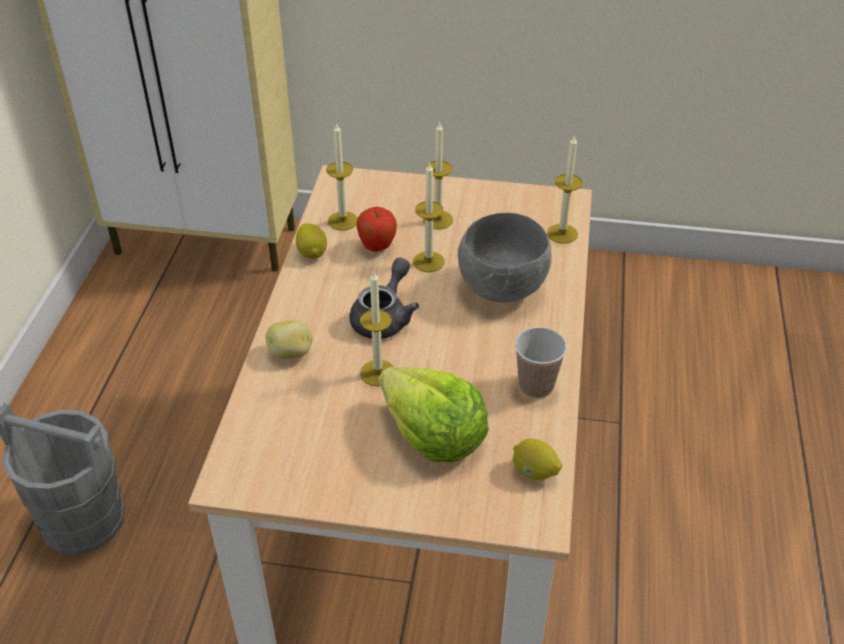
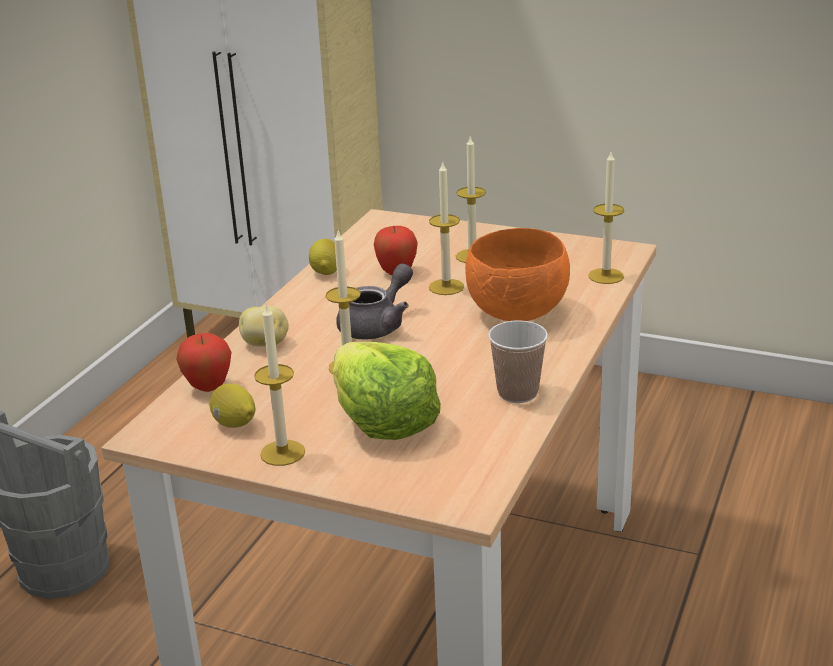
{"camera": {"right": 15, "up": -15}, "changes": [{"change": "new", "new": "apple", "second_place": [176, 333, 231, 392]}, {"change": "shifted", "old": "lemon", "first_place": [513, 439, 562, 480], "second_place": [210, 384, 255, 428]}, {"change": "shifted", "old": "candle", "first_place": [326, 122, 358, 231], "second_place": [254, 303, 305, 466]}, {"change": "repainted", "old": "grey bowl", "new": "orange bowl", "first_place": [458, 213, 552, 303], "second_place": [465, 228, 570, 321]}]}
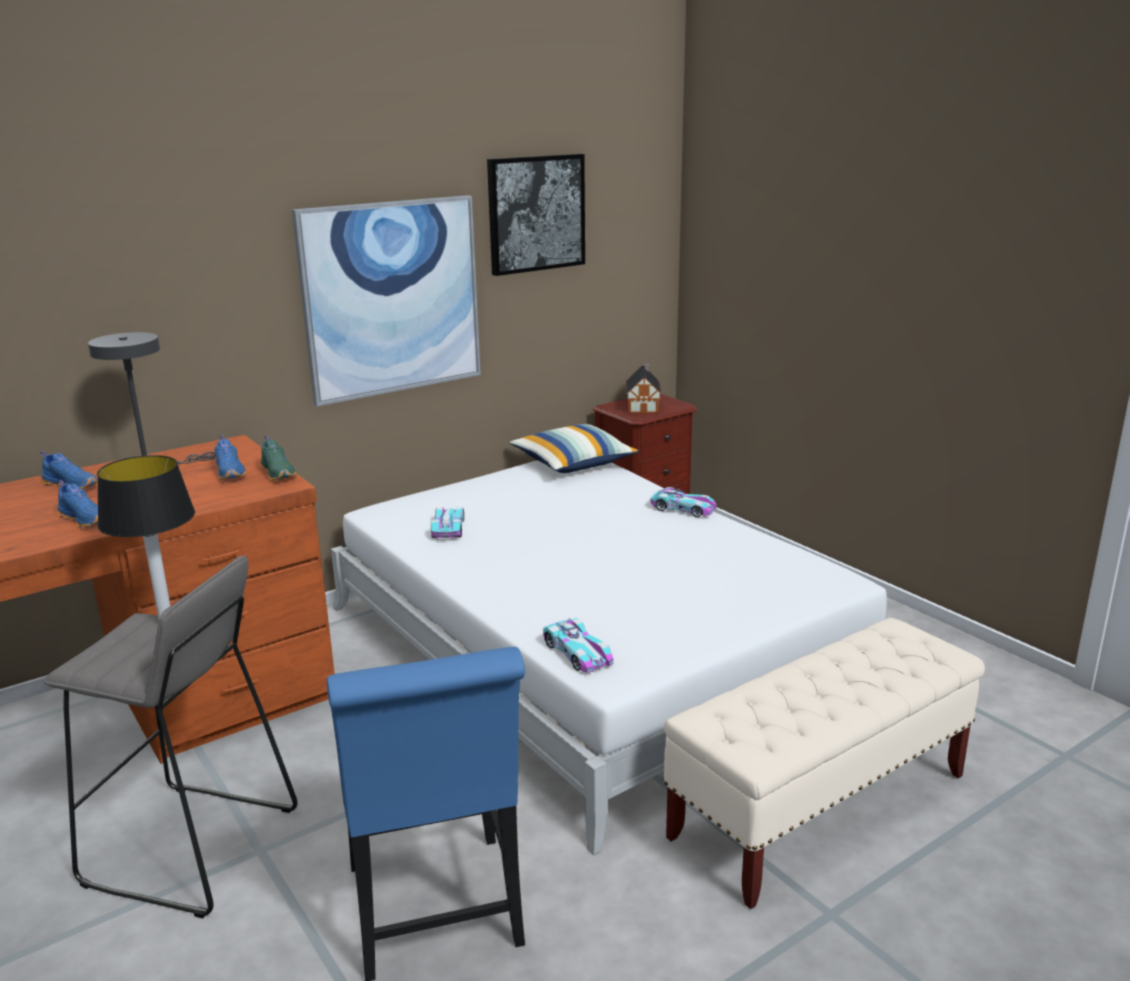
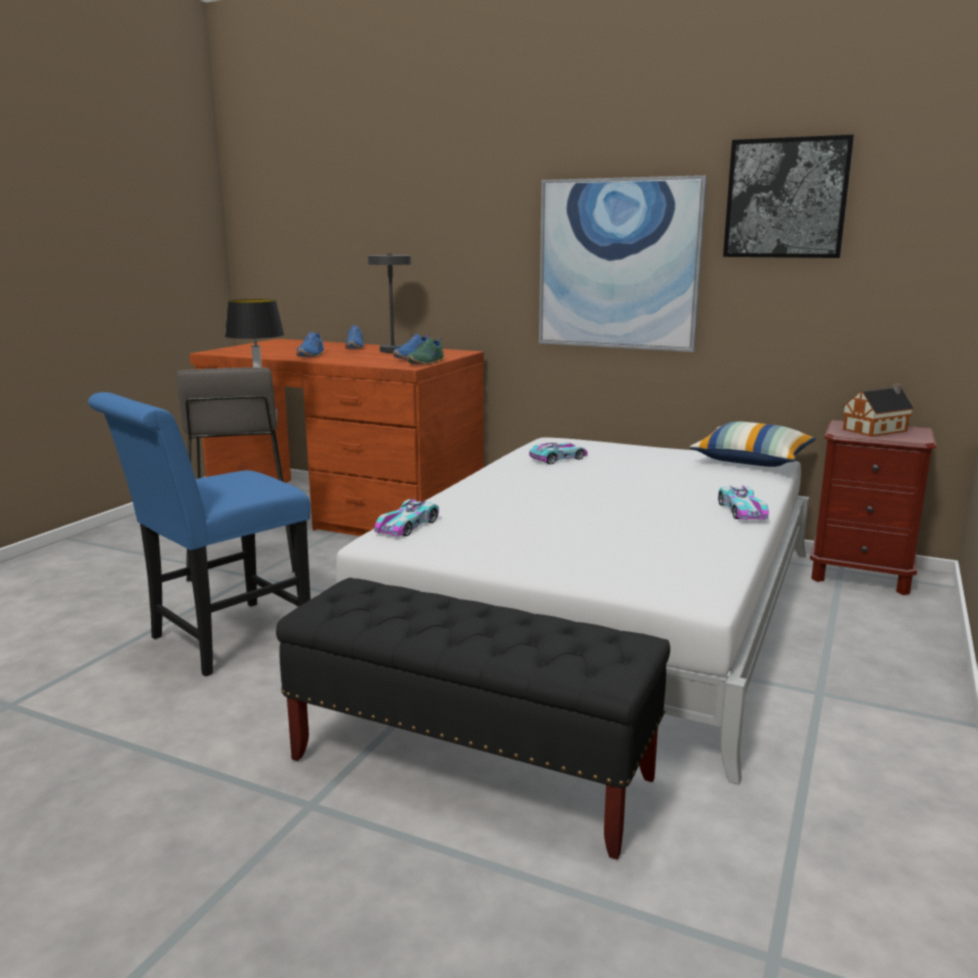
{"camera": {"right": 60, "up": -5}, "changes": [{"change": "repainted", "old": "beige bench", "new": "black bench", "first_place": [663, 618, 985, 909], "second_place": [276, 578, 670, 860]}]}
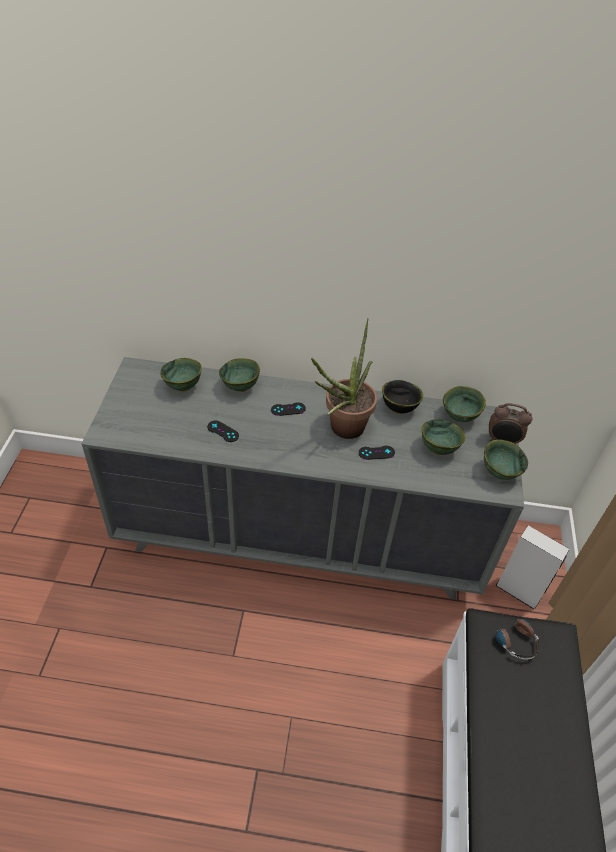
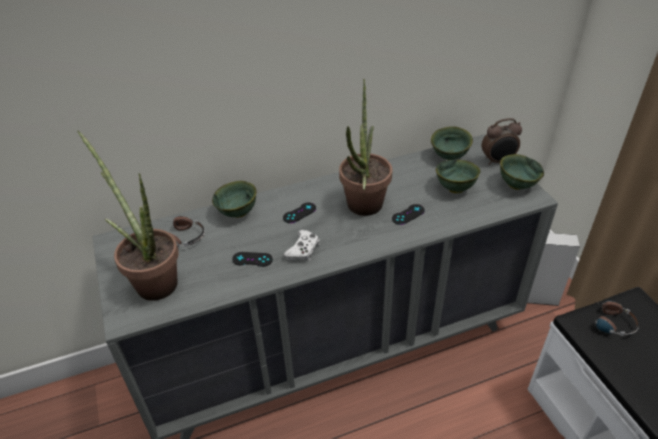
{"camera": {"right": -25, "up": -5}, "changes": [{"change": "new", "new": "potted plant", "second_place": [77, 130, 179, 301]}, {"change": "swapped", "old": "green bowl", "new": "headphones", "first_place": [160, 358, 202, 391], "second_place": [157, 216, 205, 247]}, {"change": "new", "new": "white game controller", "second_place": [283, 230, 320, 261]}, {"change": "gone", "old": "black bowl", "first_place": [382, 380, 423, 414]}]}
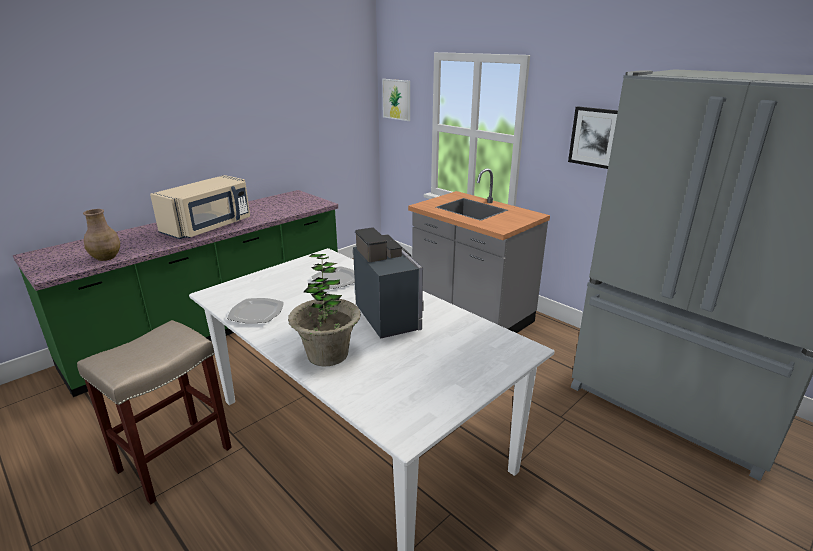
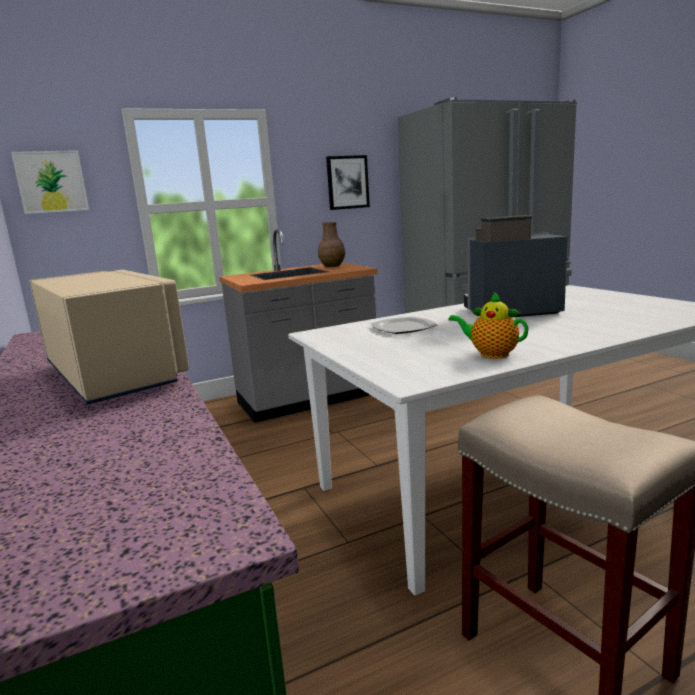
{"camera": {"right": -70, "up": -10}, "changes": [{"change": "shifted", "old": "brown vase", "first_place": [83, 209, 120, 261], "second_place": [318, 222, 345, 267]}, {"change": "swapped", "old": "plate", "new": "teapot", "first_place": [227, 298, 284, 323], "second_place": [448, 291, 528, 359]}, {"change": "gone", "old": "potted plant", "first_place": [288, 254, 361, 366]}]}
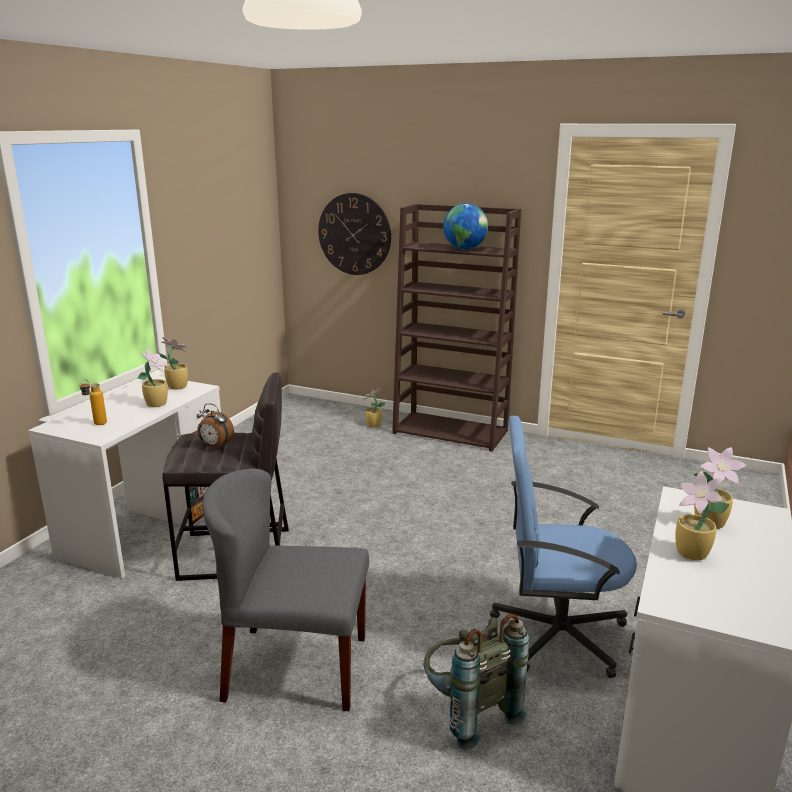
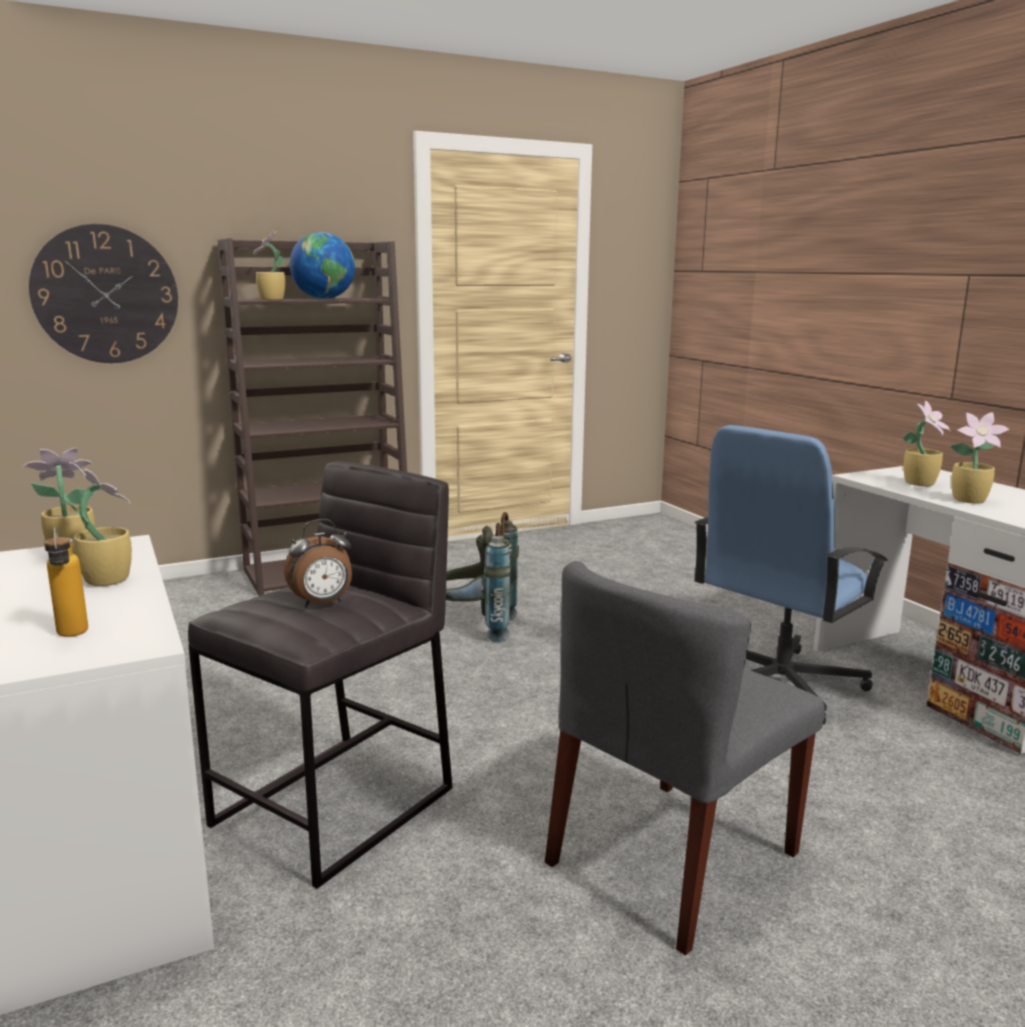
{"camera": {"right": -50, "up": -5}, "changes": [{"change": "shifted", "old": "potted plant", "first_place": [363, 388, 385, 427], "second_place": [253, 230, 285, 300]}, {"change": "shifted", "old": "grey backpack", "first_place": [423, 614, 529, 750], "second_place": [446, 512, 519, 643]}]}
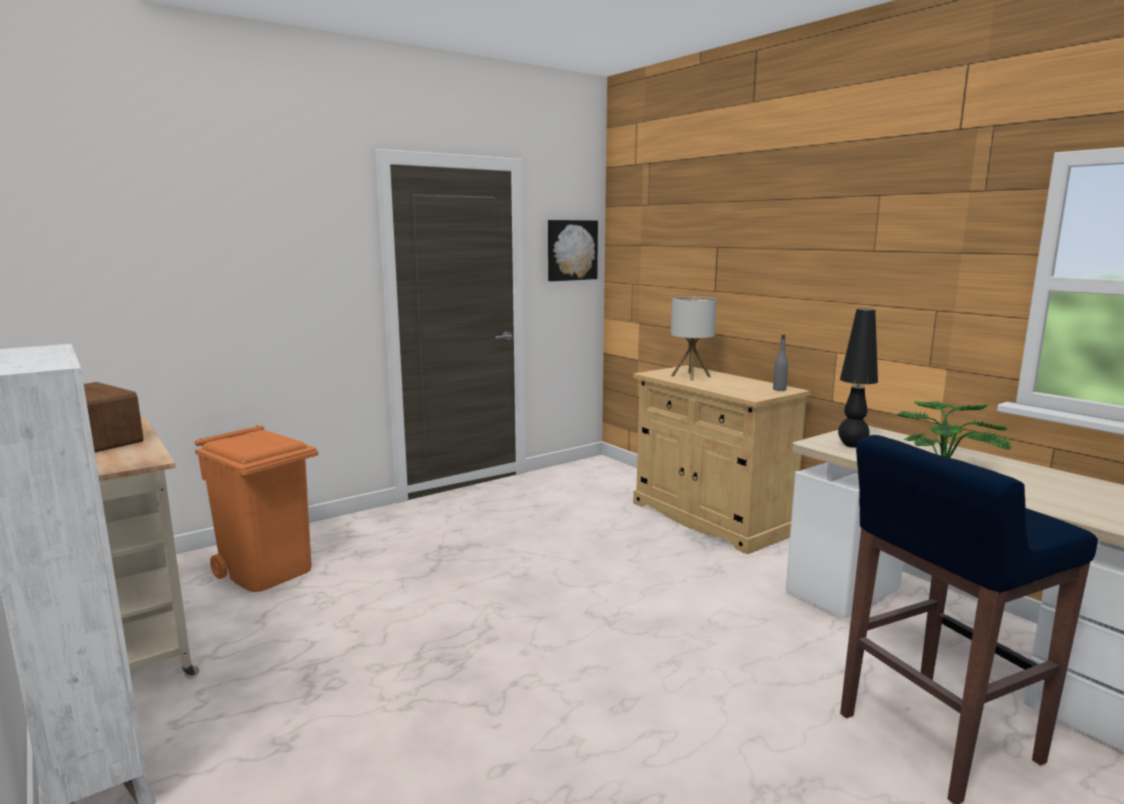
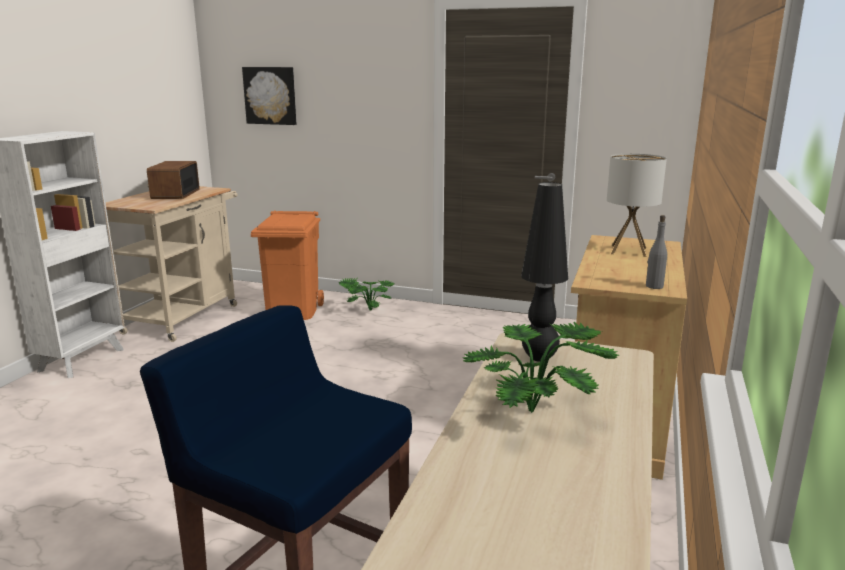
{"camera": {"right": 55, "up": 5}, "changes": [{"change": "shifted", "old": "picture", "first_place": [548, 220, 598, 281], "second_place": [242, 67, 296, 125]}, {"change": "new", "new": "potted plant", "second_place": [339, 278, 395, 311]}]}
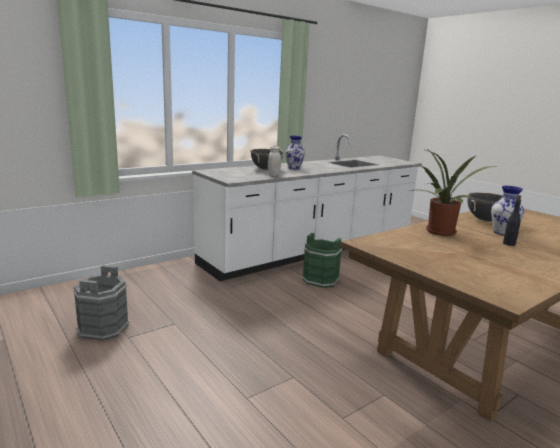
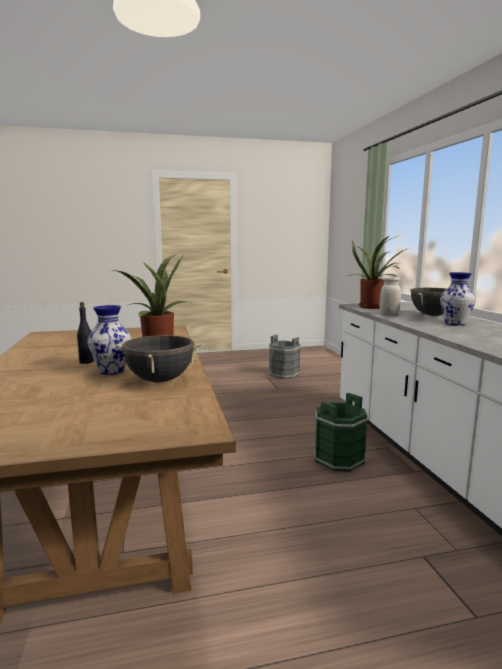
{"camera": {"right": 115, "up": -5}, "changes": [{"change": "new", "new": "potted plant", "second_place": [348, 236, 410, 309]}]}
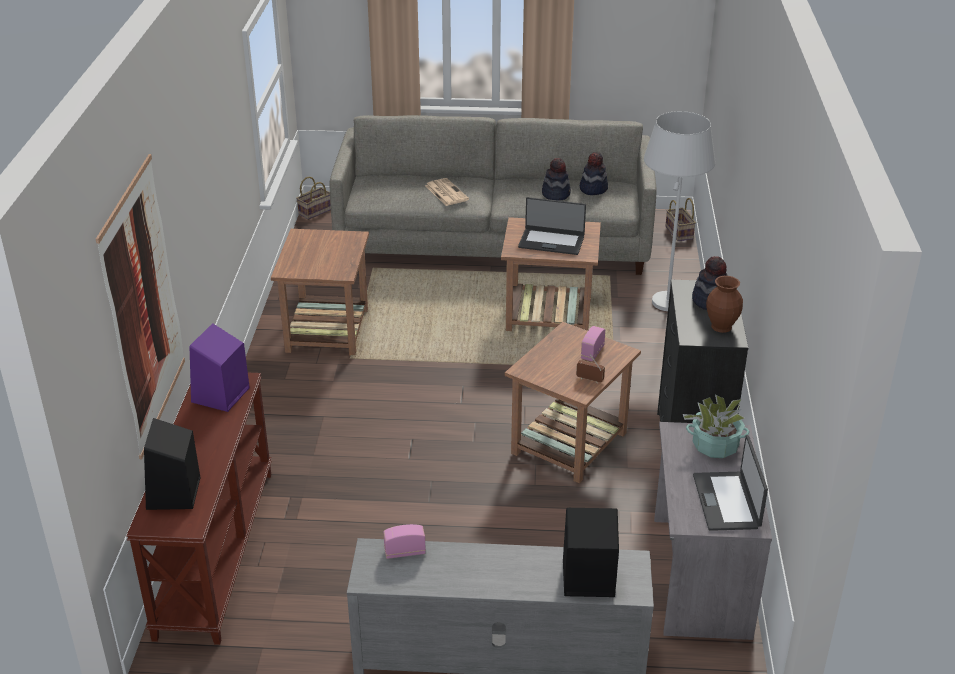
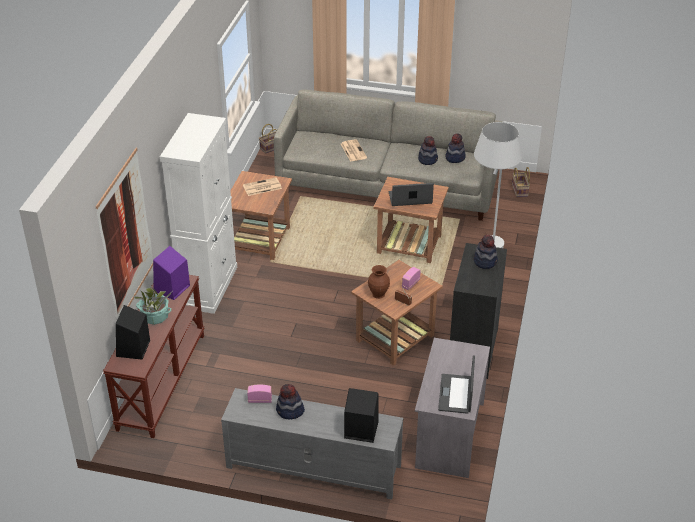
{"camera": {"right": 10, "up": 5}, "changes": [{"change": "shifted", "old": "potted plant", "first_place": [683, 395, 750, 458], "second_place": [134, 288, 172, 325]}, {"change": "new", "new": "white cabinet", "second_place": [160, 113, 237, 314]}, {"change": "new", "new": "newspaper", "second_place": [243, 177, 282, 196]}, {"change": "new", "new": "hat", "second_place": [276, 384, 305, 419]}, {"change": "shifted", "old": "brown vase", "first_place": [706, 276, 743, 333], "second_place": [368, 265, 390, 299]}, {"change": "rotated", "old": "laptop", "first_place": [518, 197, 586, 255], "second_place": [389, 183, 434, 206], "degrees": 150}]}
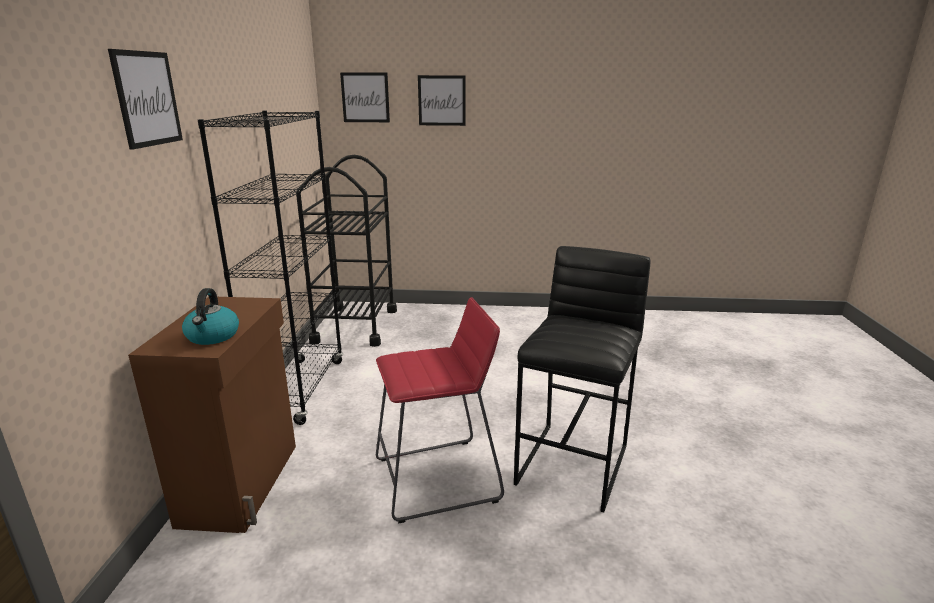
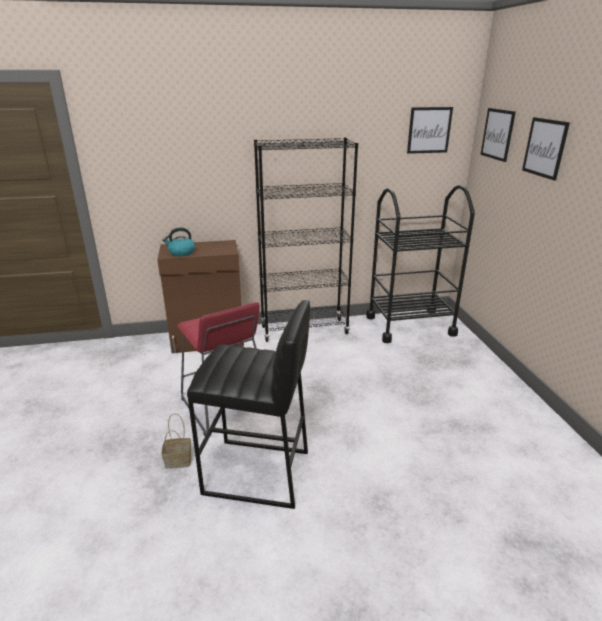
{"camera": {"right": 75, "up": 5}, "changes": [{"change": "new", "new": "basket", "second_place": [162, 413, 192, 469]}, {"change": "shifted", "old": "picture", "first_place": [108, 49, 183, 150], "second_place": [407, 107, 453, 154]}]}
